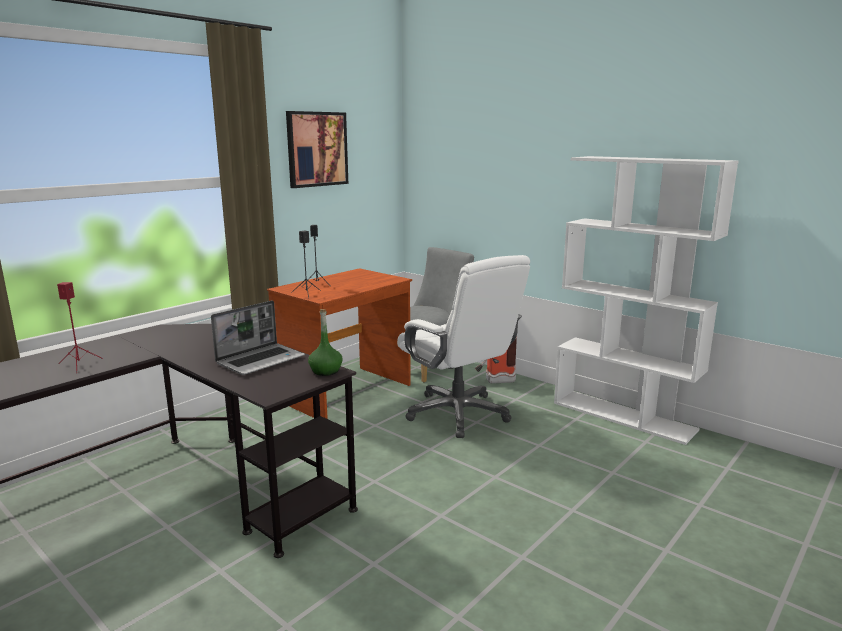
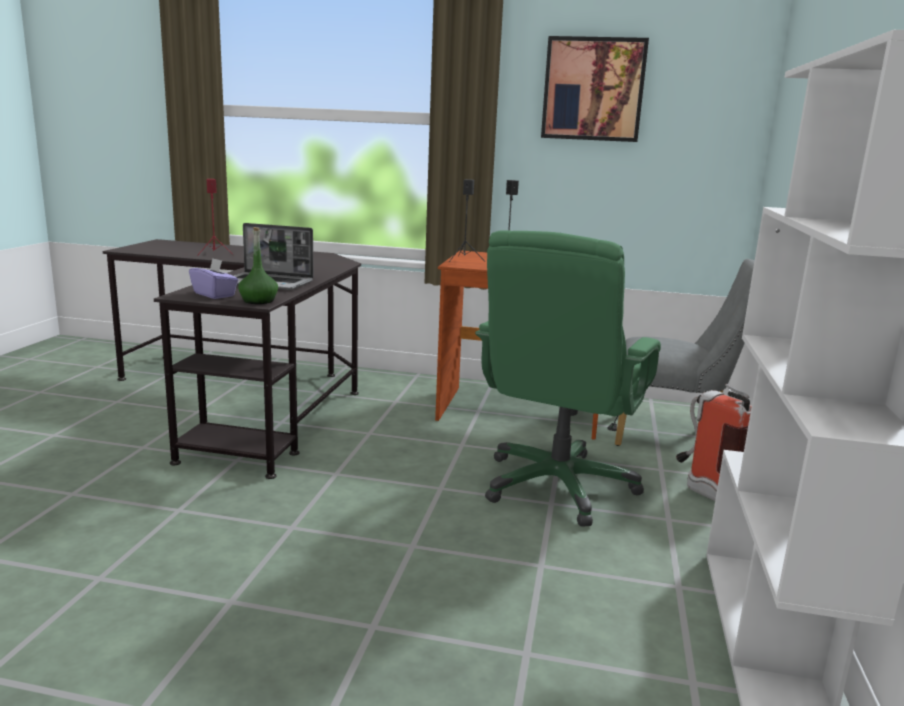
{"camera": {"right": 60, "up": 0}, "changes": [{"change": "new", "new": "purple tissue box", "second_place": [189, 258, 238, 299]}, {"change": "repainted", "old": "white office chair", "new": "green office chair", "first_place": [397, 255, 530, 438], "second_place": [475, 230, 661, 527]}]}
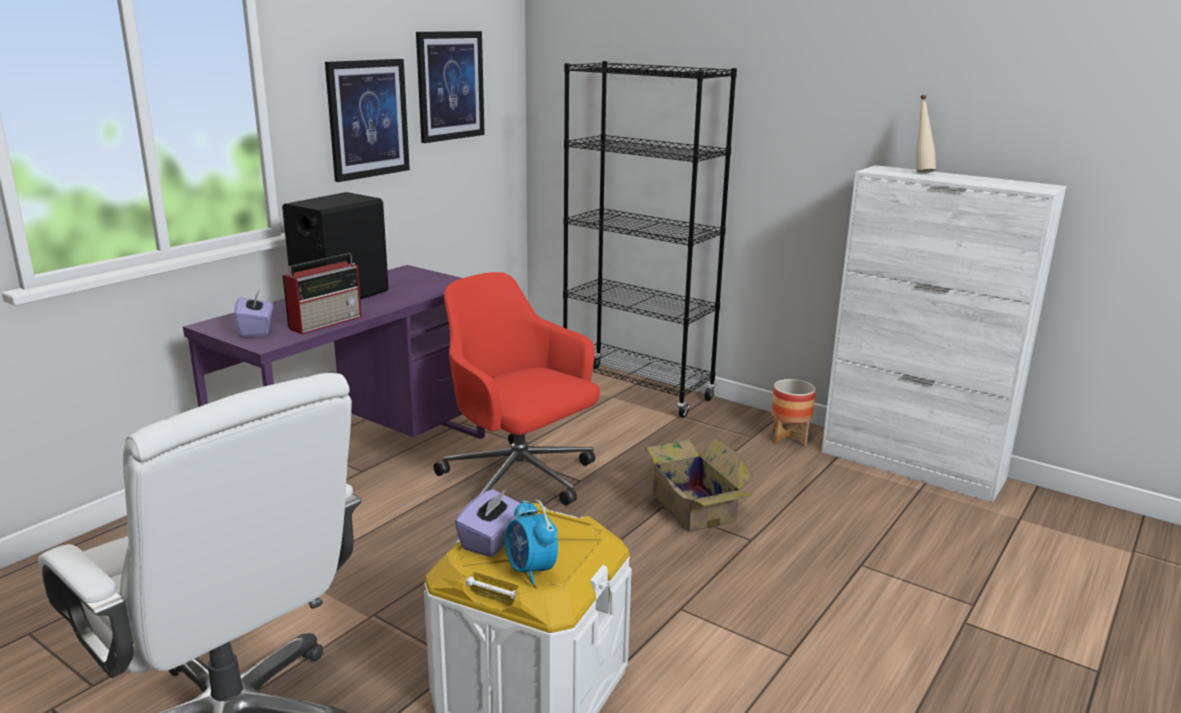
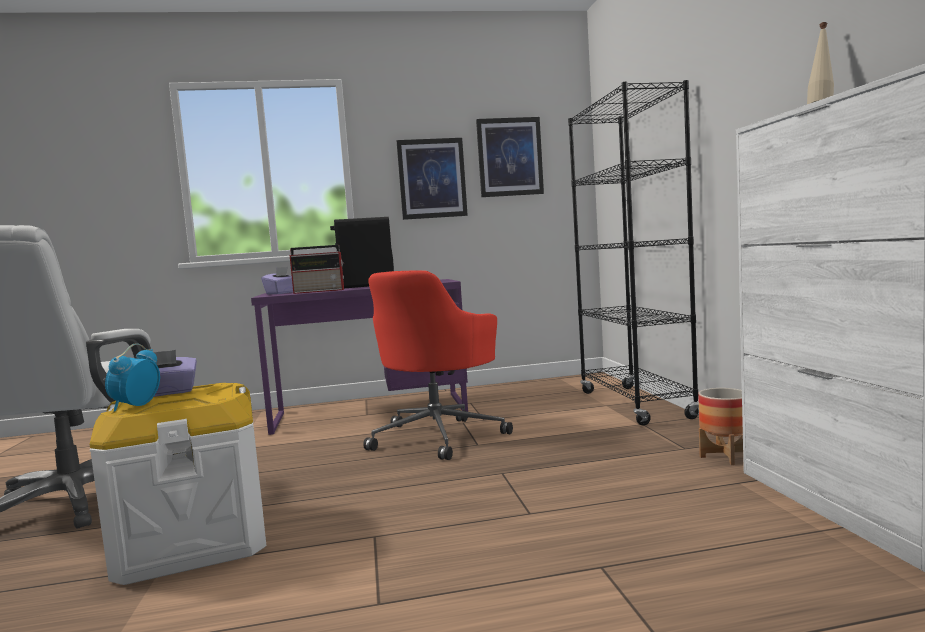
{"camera": {"right": 45, "up": -15}, "changes": [{"change": "rotated", "old": "red office chair", "first_place": [433, 272, 600, 505], "second_place": [363, 270, 513, 460], "degrees": -150}, {"change": "gone", "old": "cardboard box", "first_place": [639, 437, 753, 532]}]}
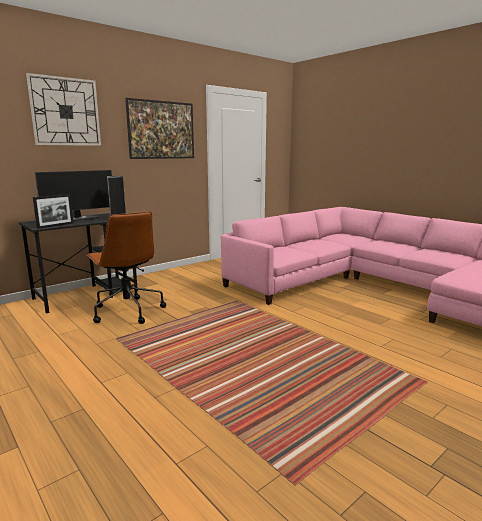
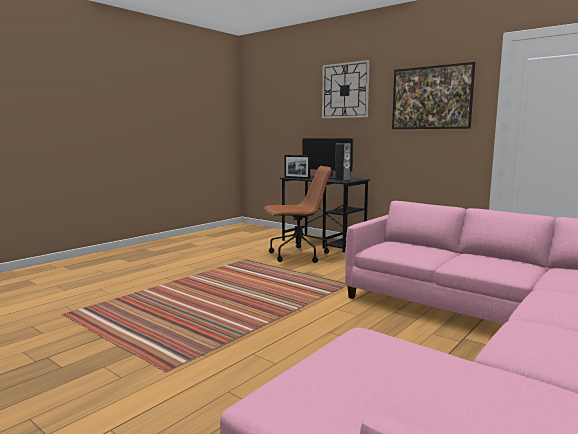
{"camera": {"right": 80, "up": -5}, "changes": [{"change": "rotated", "old": "brown office chair", "first_place": [86, 211, 166, 324], "second_place": [264, 166, 332, 263], "degrees": -150}]}
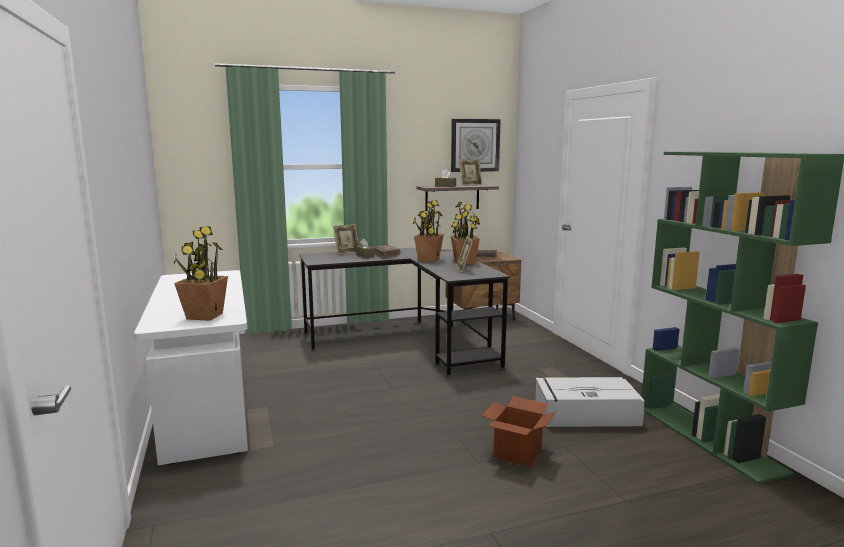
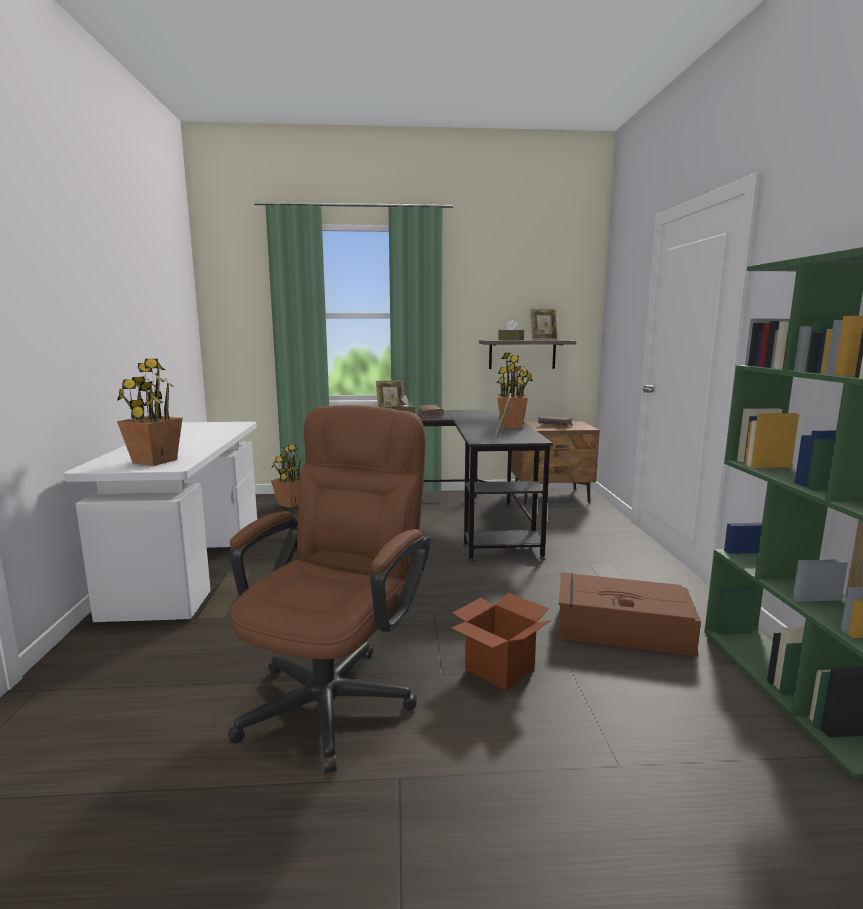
{"camera": {"right": 15, "up": 0}, "changes": [{"change": "new", "new": "brown office chair", "second_place": [228, 405, 431, 773]}, {"change": "shifted", "old": "potted plant", "first_place": [413, 200, 444, 262], "second_place": [271, 444, 303, 508]}, {"change": "repainted", "old": "grey storage box", "new": "brown storage box", "first_place": [535, 377, 645, 427], "second_place": [558, 573, 701, 657]}, {"change": "gone", "old": "wall clock", "first_place": [451, 119, 501, 172]}]}
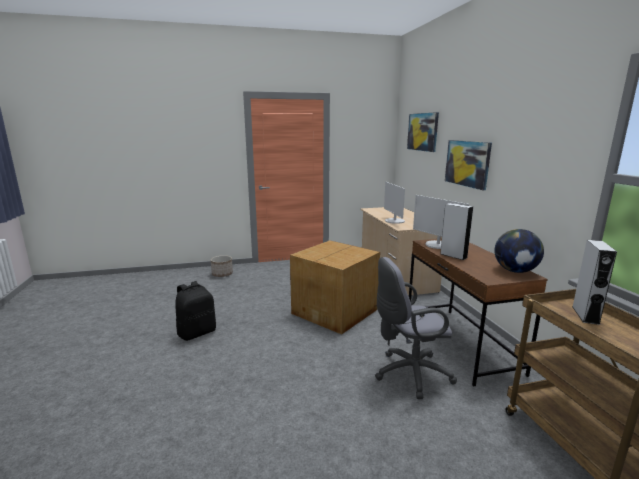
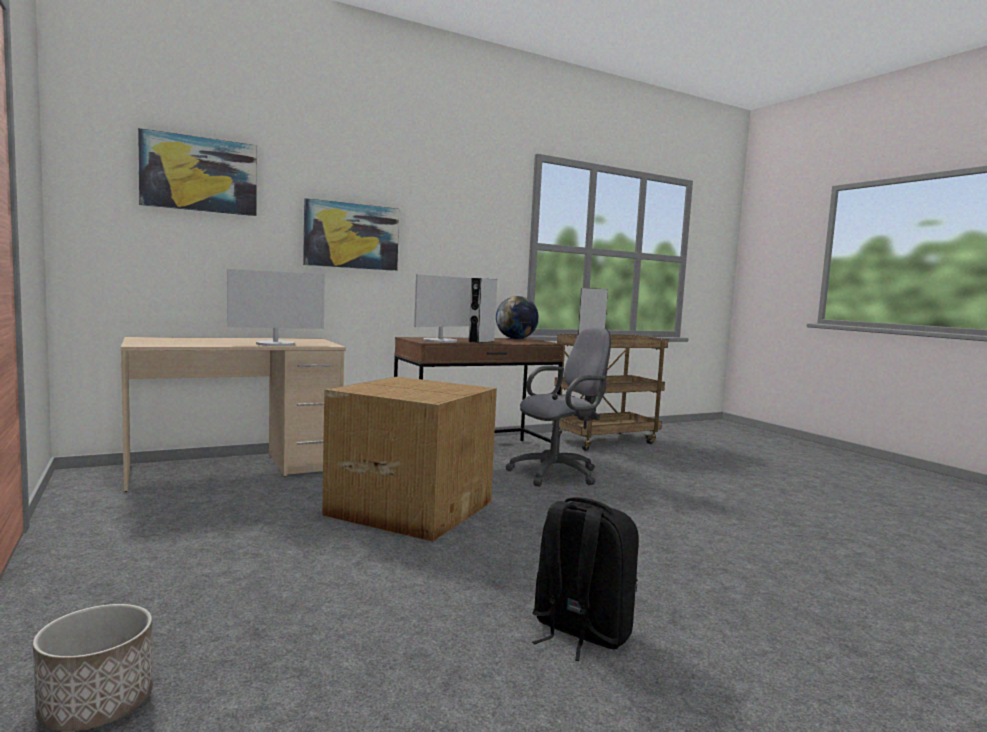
{"camera": {"right": -105, "up": -10}, "changes": [{"change": "rotated", "old": "grey office chair", "first_place": [375, 257, 457, 399], "second_place": [505, 327, 611, 487], "degrees": -90}]}
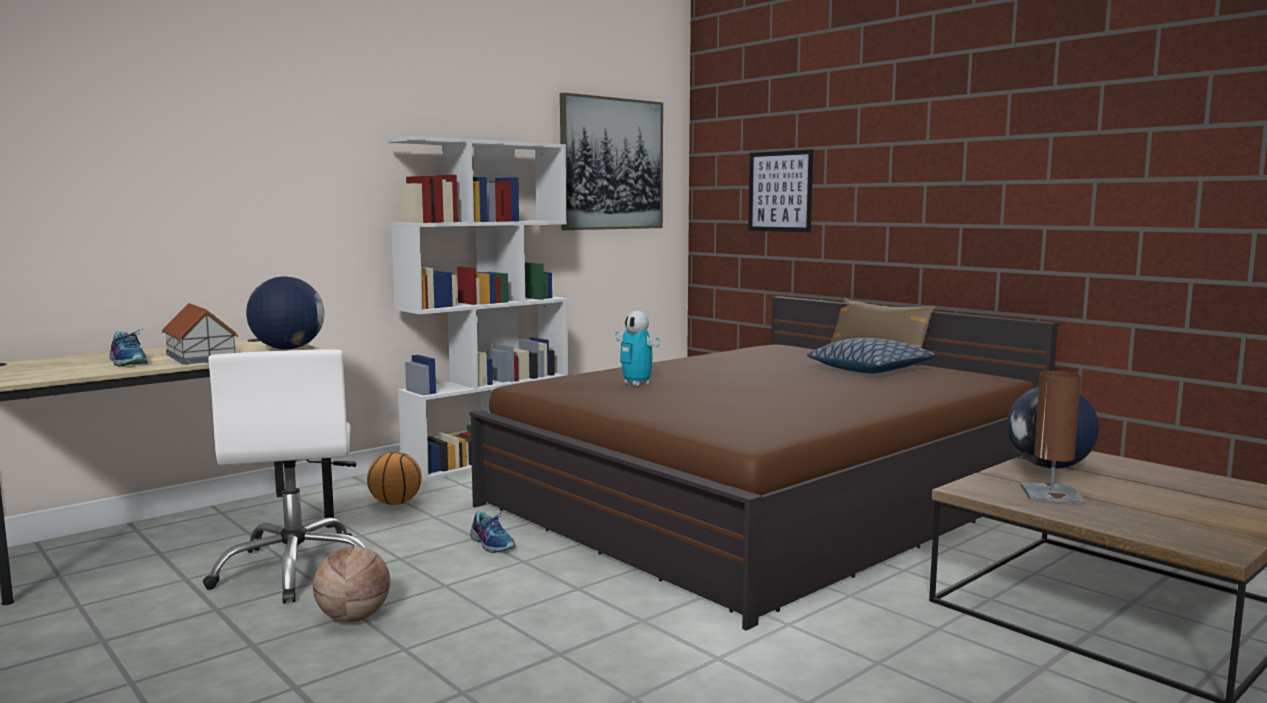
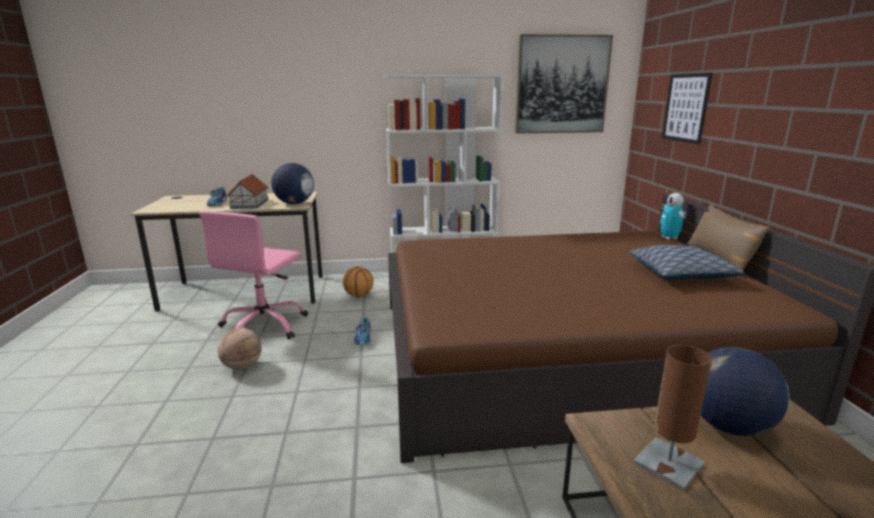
{"camera": {"right": 35, "up": 10}, "changes": [{"change": "repainted", "old": "white office chair", "new": "pink office chair", "first_place": [203, 349, 367, 603], "second_place": [199, 211, 308, 339]}, {"change": "shifted", "old": "toy robot", "first_place": [615, 311, 660, 386], "second_place": [660, 193, 686, 240]}]}
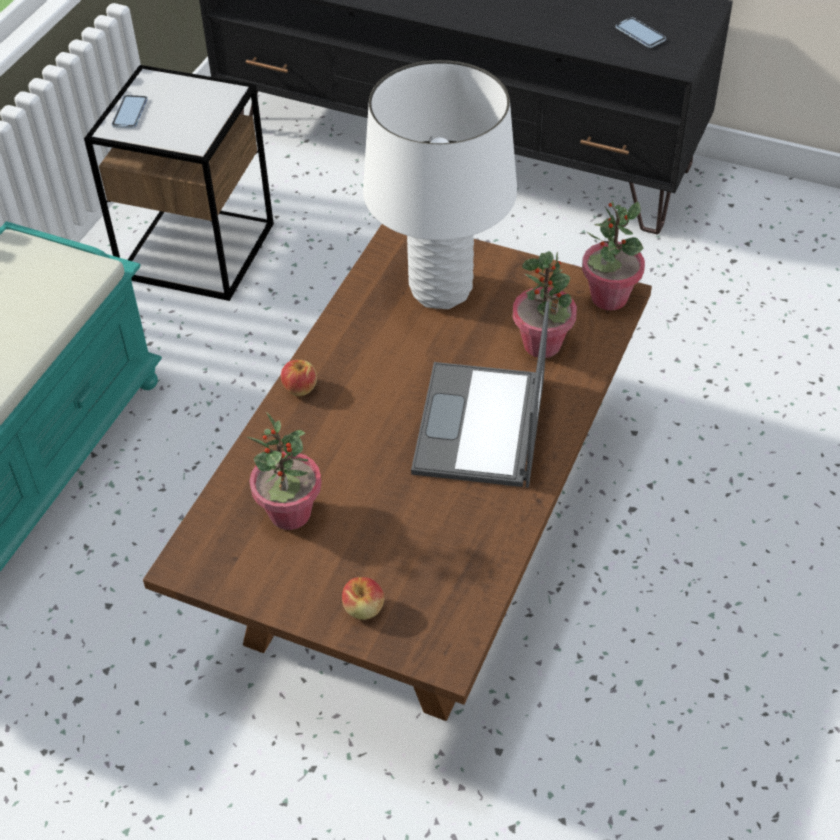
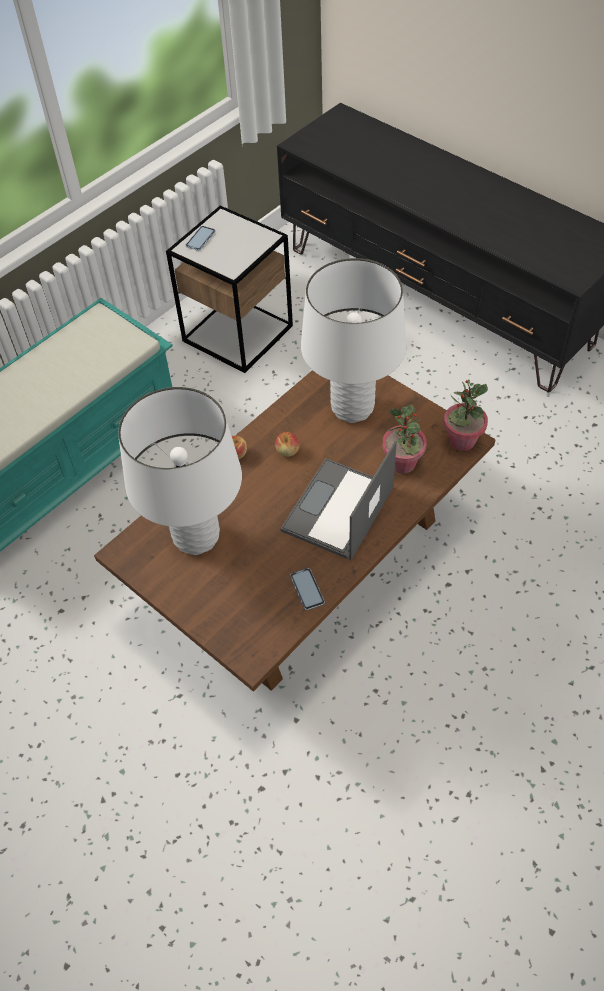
{"camera": {"right": 20, "up": 5}, "changes": [{"change": "swapped", "old": "potted plant", "new": "white table lamp", "first_place": [247, 412, 322, 530], "second_place": [118, 387, 242, 555]}, {"change": "shifted", "old": "apple", "first_place": [342, 577, 384, 620], "second_place": [275, 432, 300, 457]}, {"change": "shifted", "old": "phone", "first_place": [616, 17, 666, 48], "second_place": [290, 568, 325, 610]}]}
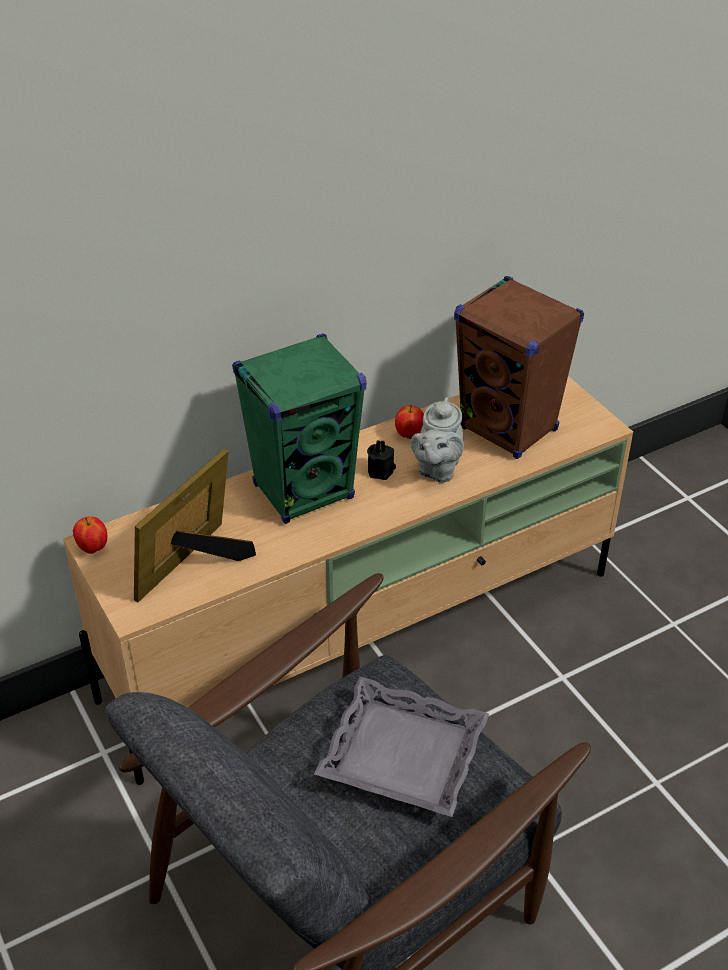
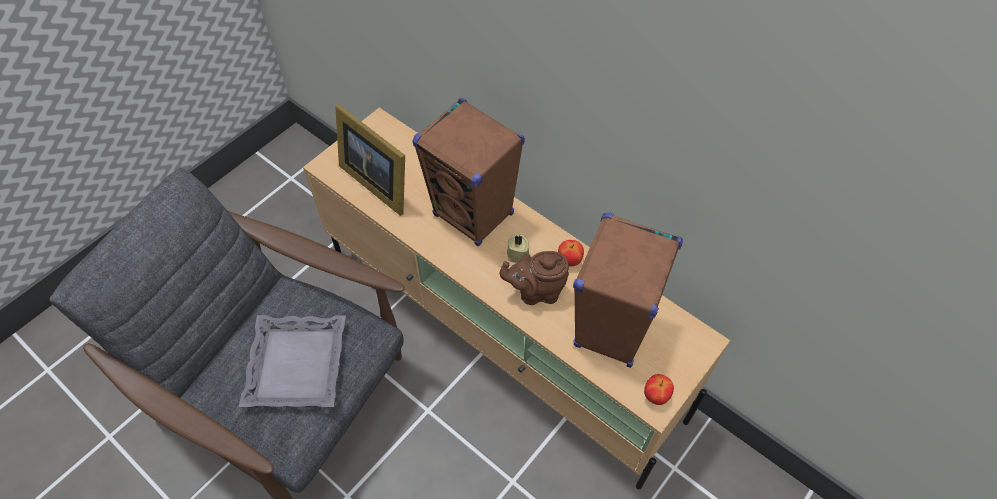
{"camera": {"right": 70, "up": 15}, "changes": [{"change": "rotated", "old": "picture frame", "first_place": [134, 449, 256, 602], "second_place": [335, 104, 405, 216], "degrees": -150}, {"change": "repainted", "old": "green speaker", "new": "brown speaker", "first_place": [232, 334, 367, 524], "second_place": [413, 98, 525, 246]}, {"change": "repainted", "old": "grey teapot", "new": "brown teapot", "first_place": [411, 397, 464, 483], "second_place": [500, 251, 569, 305]}, {"change": "repainted", "old": "black candle", "new": "beige candle", "first_place": [367, 440, 396, 480], "second_place": [507, 234, 531, 263]}, {"change": "shifted", "old": "apple", "first_place": [73, 516, 107, 554], "second_place": [644, 374, 674, 405]}]}
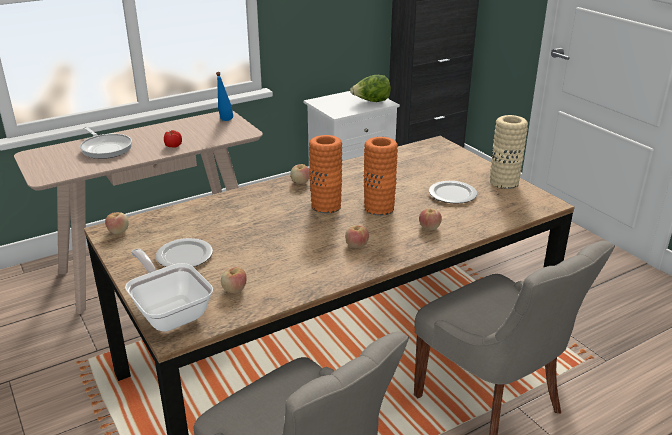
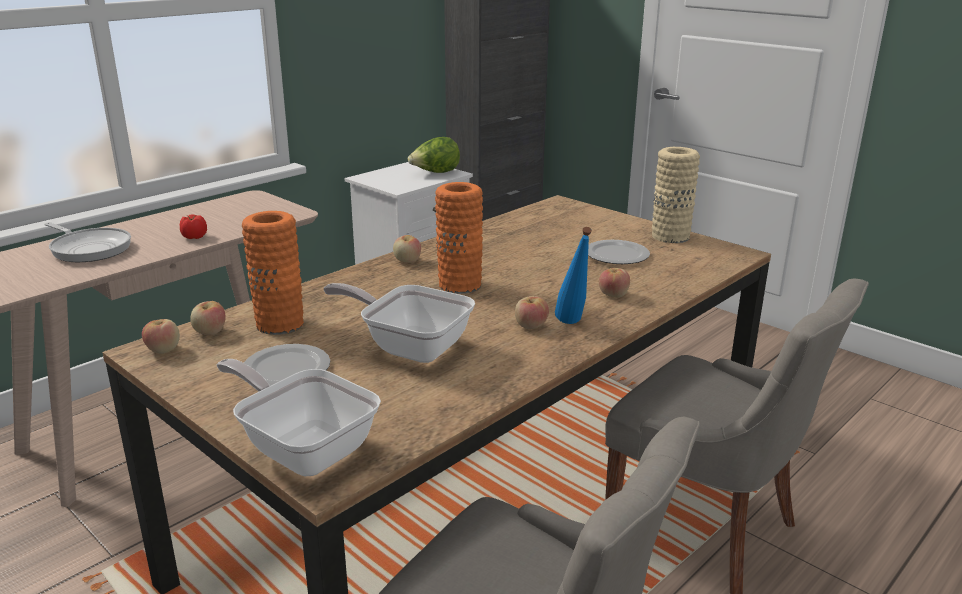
{"camera": {"right": -15, "up": -5}, "changes": [{"change": "shifted", "old": "apple", "first_place": [221, 267, 247, 294], "second_place": [190, 301, 226, 335]}, {"change": "shifted", "old": "orange vase", "first_place": [364, 137, 398, 216], "second_place": [242, 211, 304, 335]}, {"change": "new", "new": "frying pan", "second_place": [323, 283, 475, 363]}, {"change": "shifted", "old": "blue bottle", "first_place": [216, 72, 233, 121], "second_place": [555, 227, 592, 324]}]}
